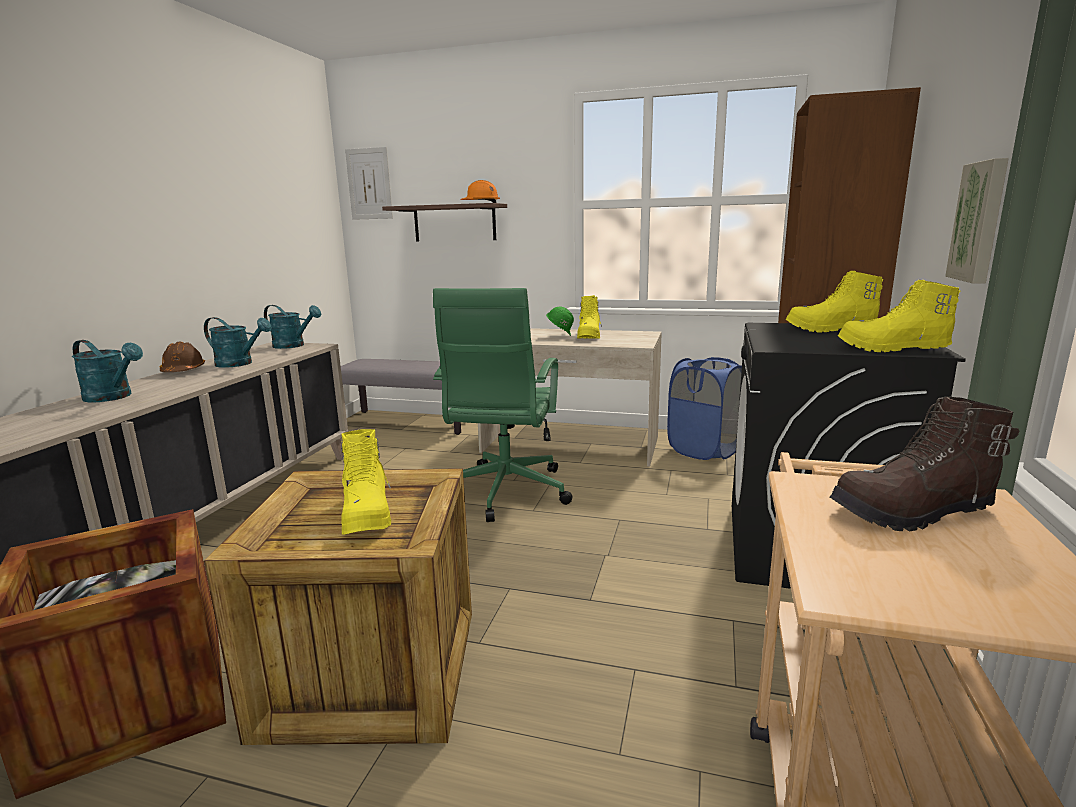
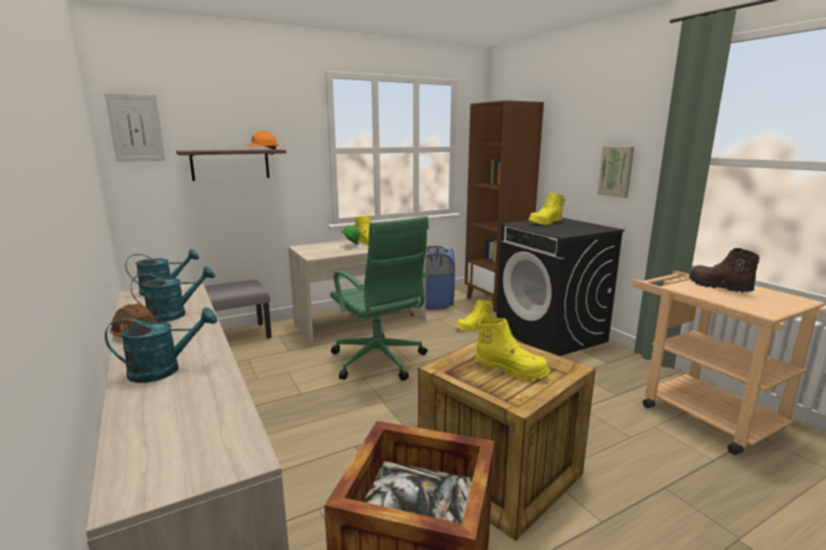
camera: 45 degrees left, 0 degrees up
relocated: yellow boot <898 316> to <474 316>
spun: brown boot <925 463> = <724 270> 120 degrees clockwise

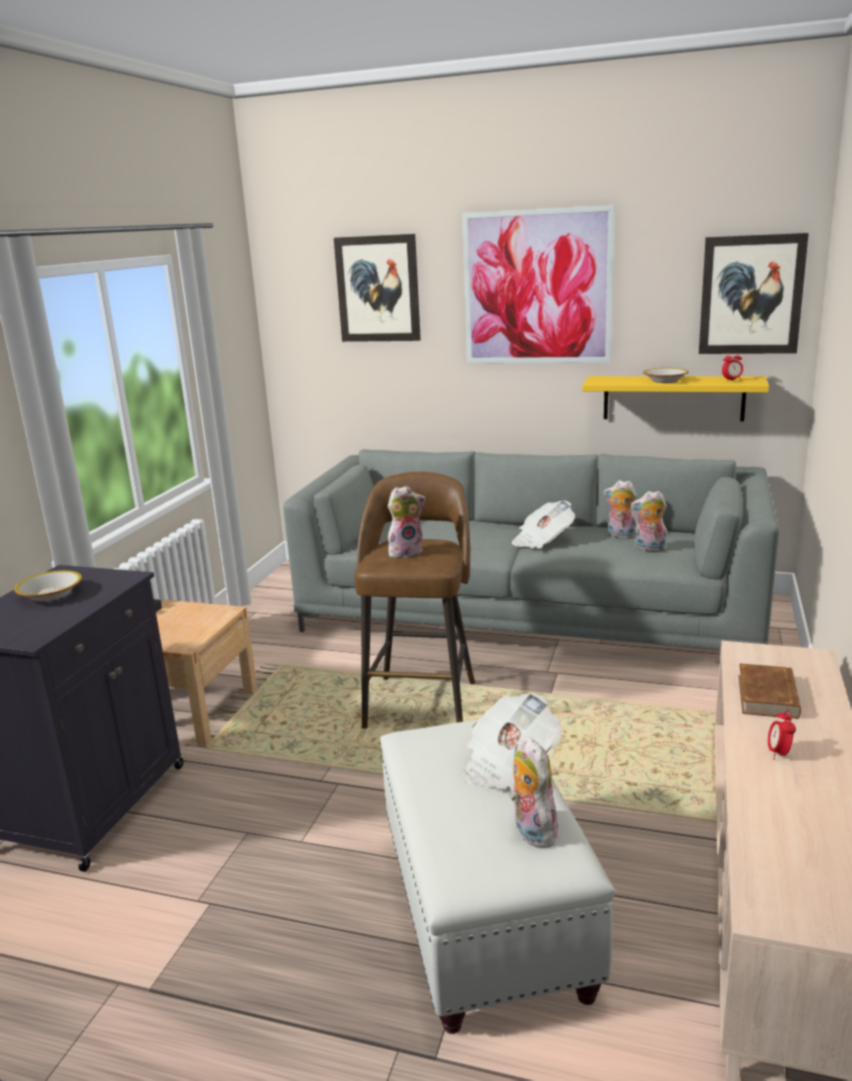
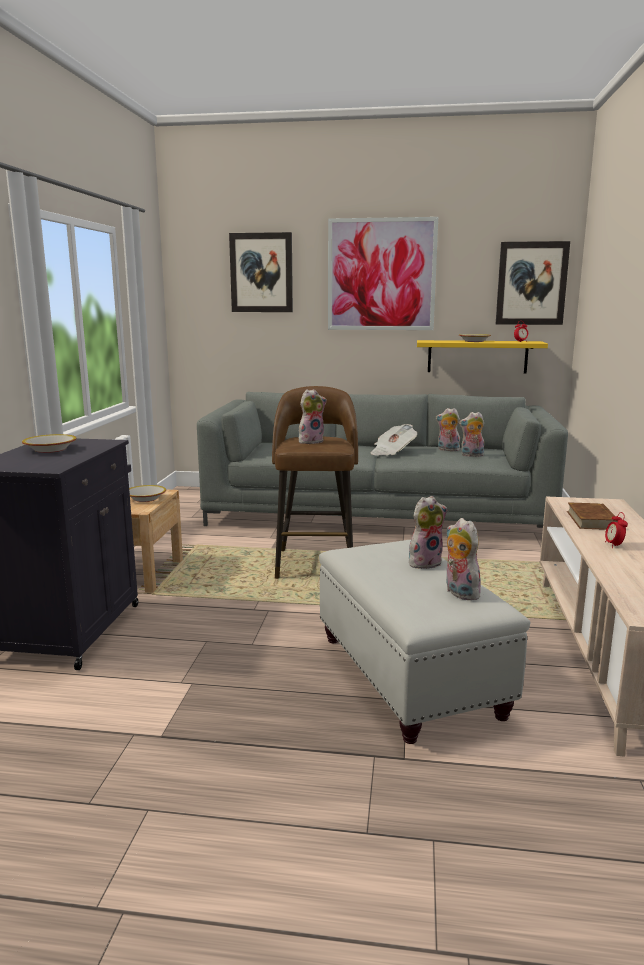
camera: 10 degrees left, 5 degrees down
appeared: bowl <147 493>
exchanged: newspaper <511 742> to plush toy <428 532>

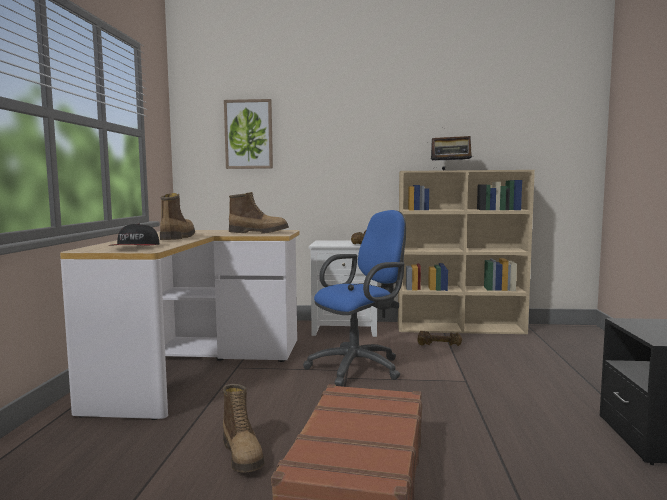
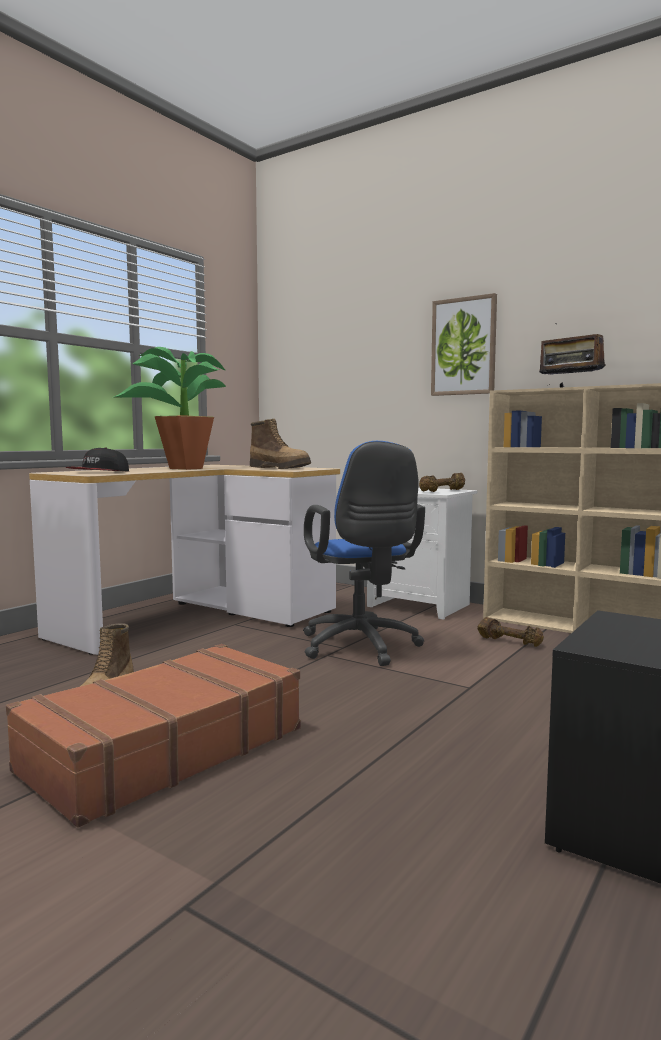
camera: 30 degrees right, 0 degrees up
relocated: picture <248 134> to <464 344>
exchanged: boot <177 216> to potted plant <170 408>
spun: blue office chair <354 298> = <364 553> 75 degrees clockwise

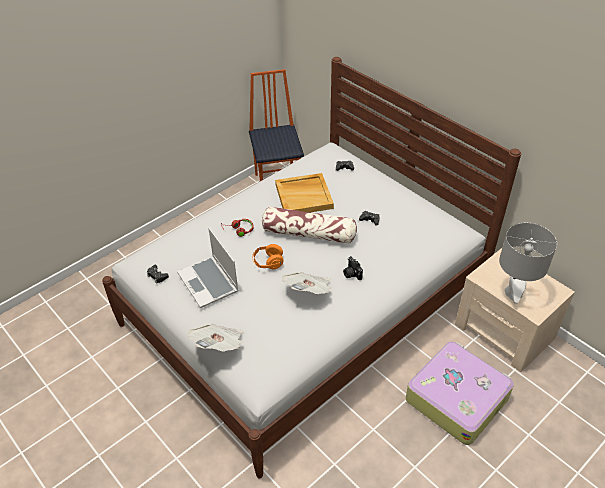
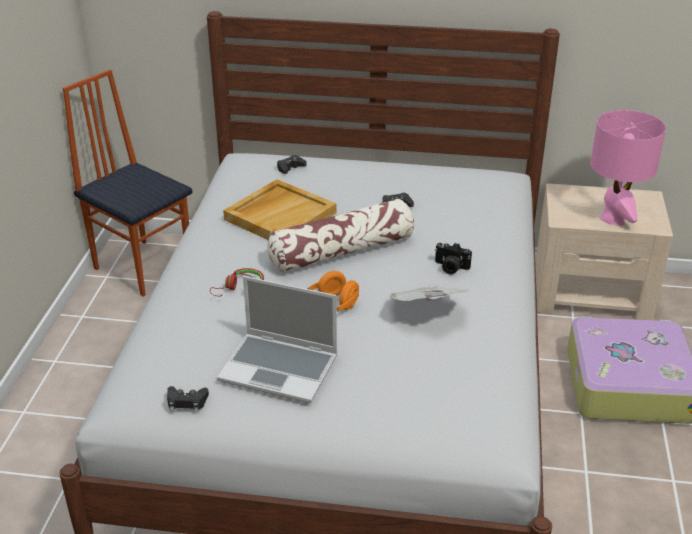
camera: 40 degrees left, 10 degrees down
missing: newspaper <215 337>
colour: grey table lamp <528 263> to pink table lamp <628 168>

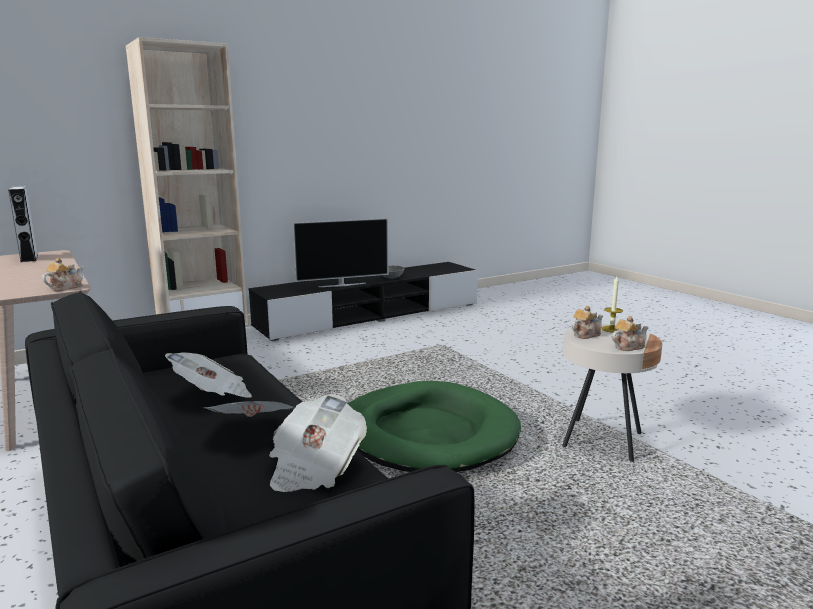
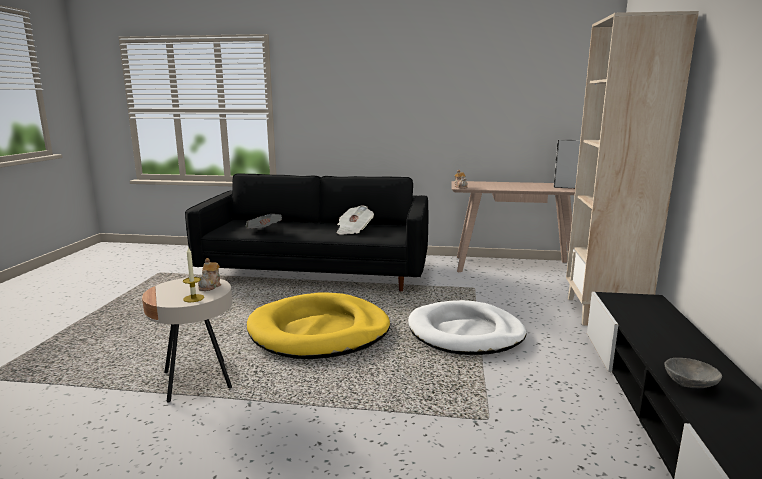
camera: 130 degrees right, 0 degrees up
missing: newspaper <250 409>; television <340 252>; teapot <630 333>
appeared: white dog bed <467 327>
colour: green dog bed <434 426> to yellow dog bed <318 326>

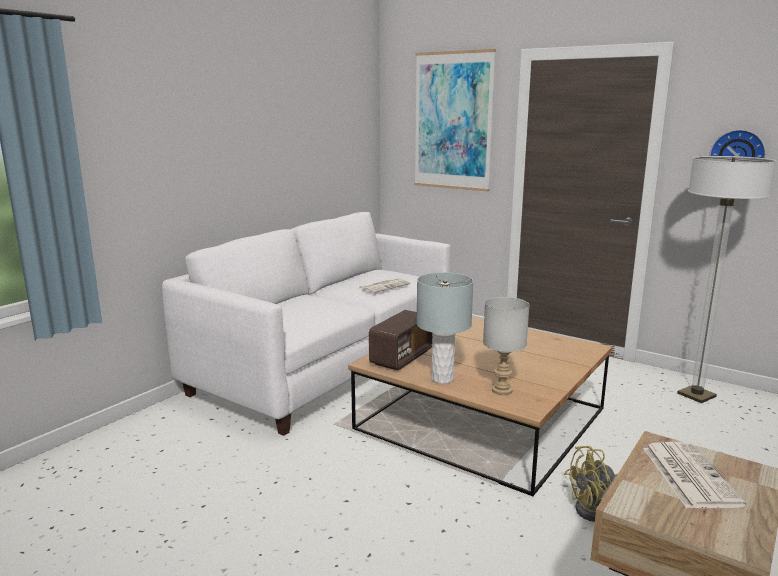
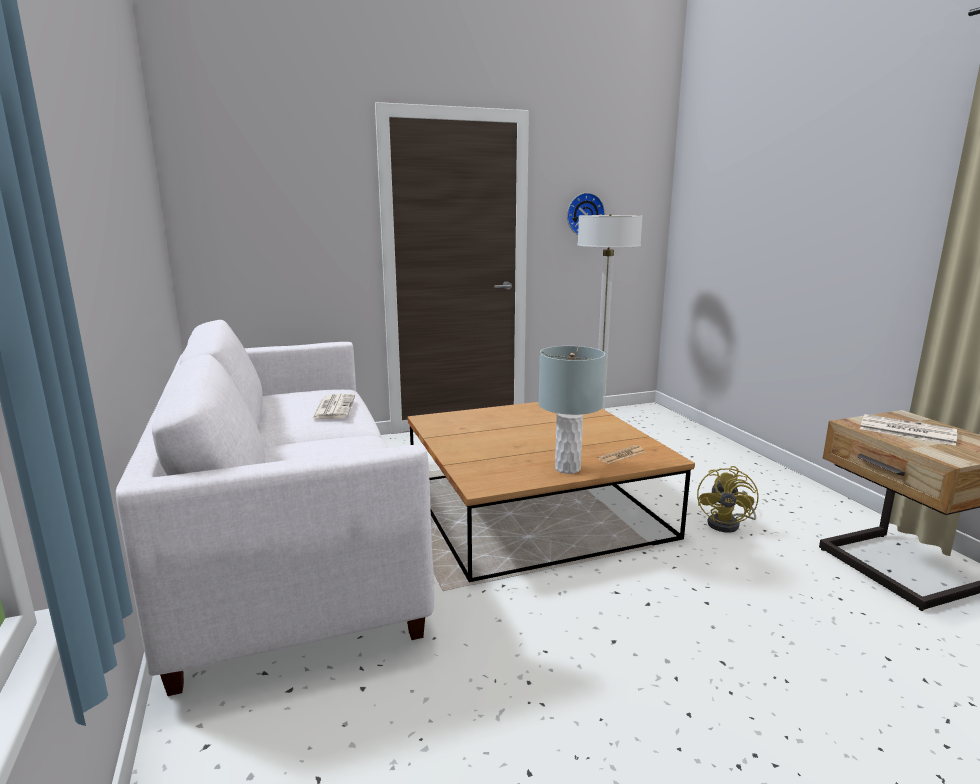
camera: 55 degrees left, 0 degrees up
missing: radio <400 340>; picture <455 120>
exchanged: grey table lamp <506 346> to newspaper <621 454>

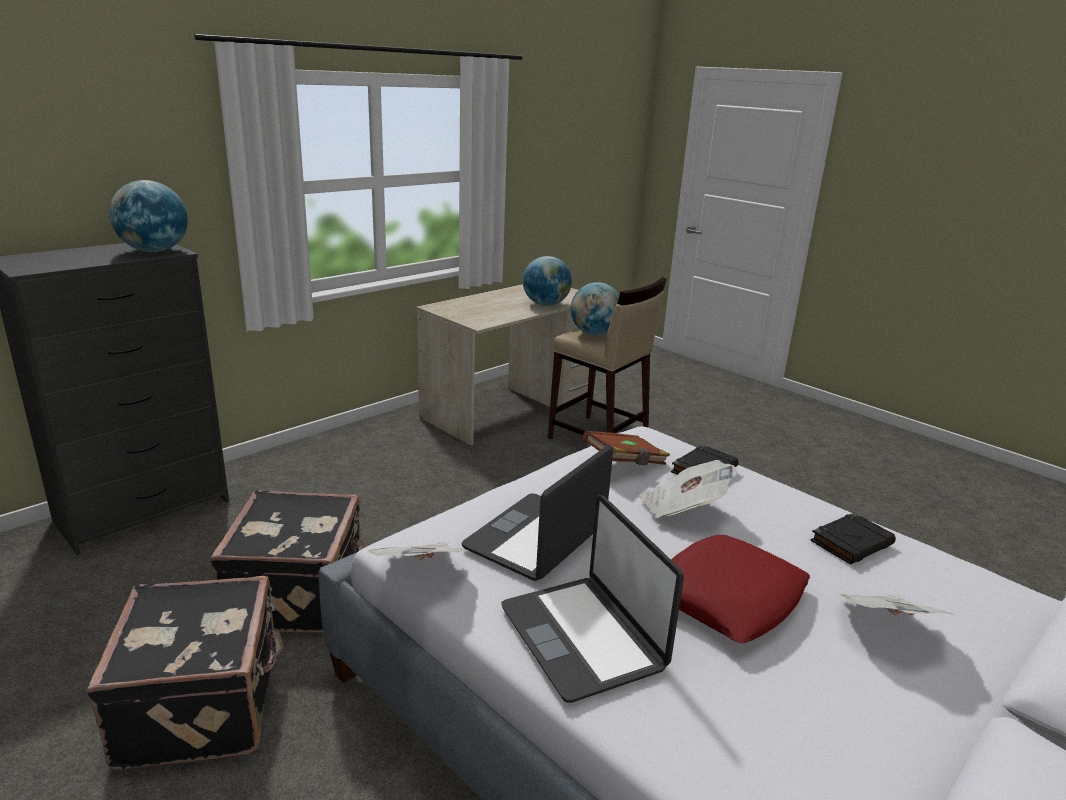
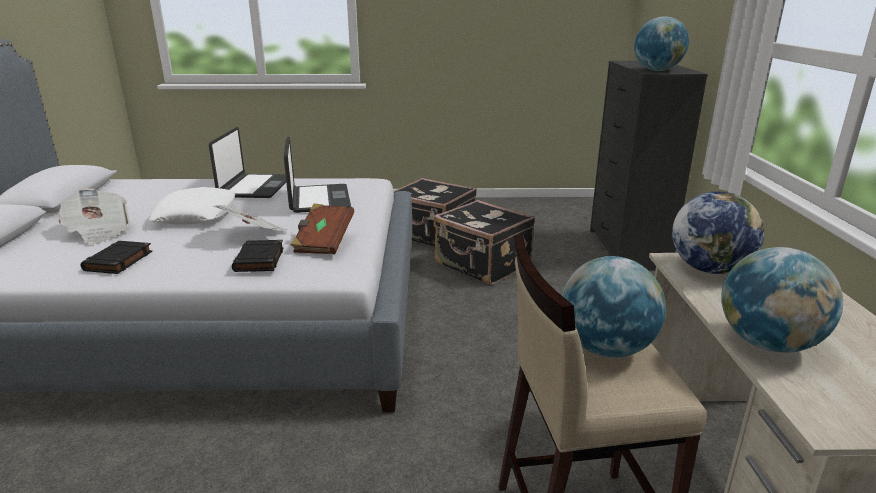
camera: 135 degrees right, 0 degrees up
missing: newspaper <417 551>
appeared: globe <718 232>
colour: red pillow <740 589> to white pillow <192 206>
spun: laptop <592 599> = <247 162> 75 degrees clockwise

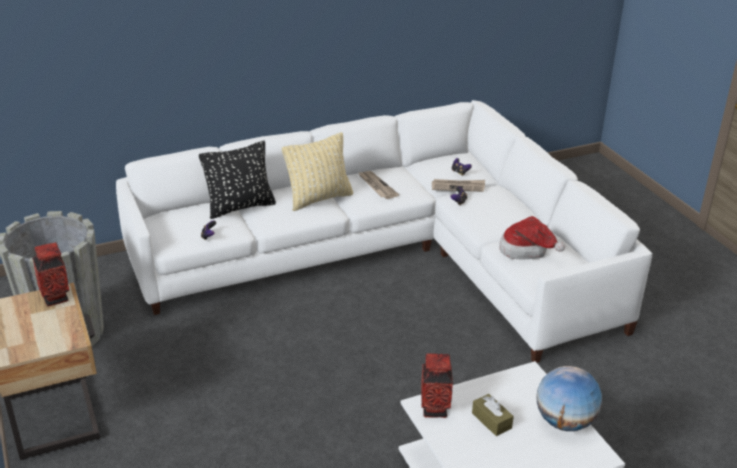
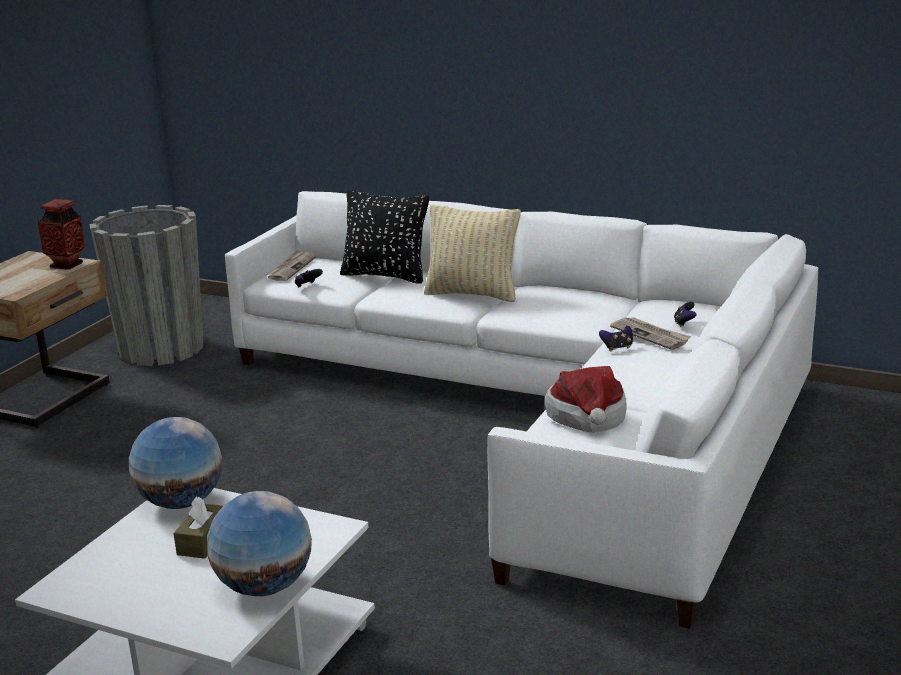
camera: 50 degrees right, 10 degrees down
relocated: newspaper <378 185> to <291 265>
exchanged: vase <437 385> to globe <175 463>

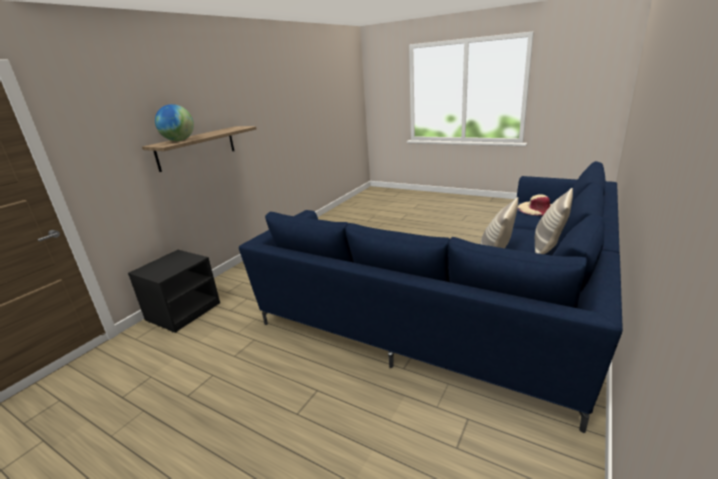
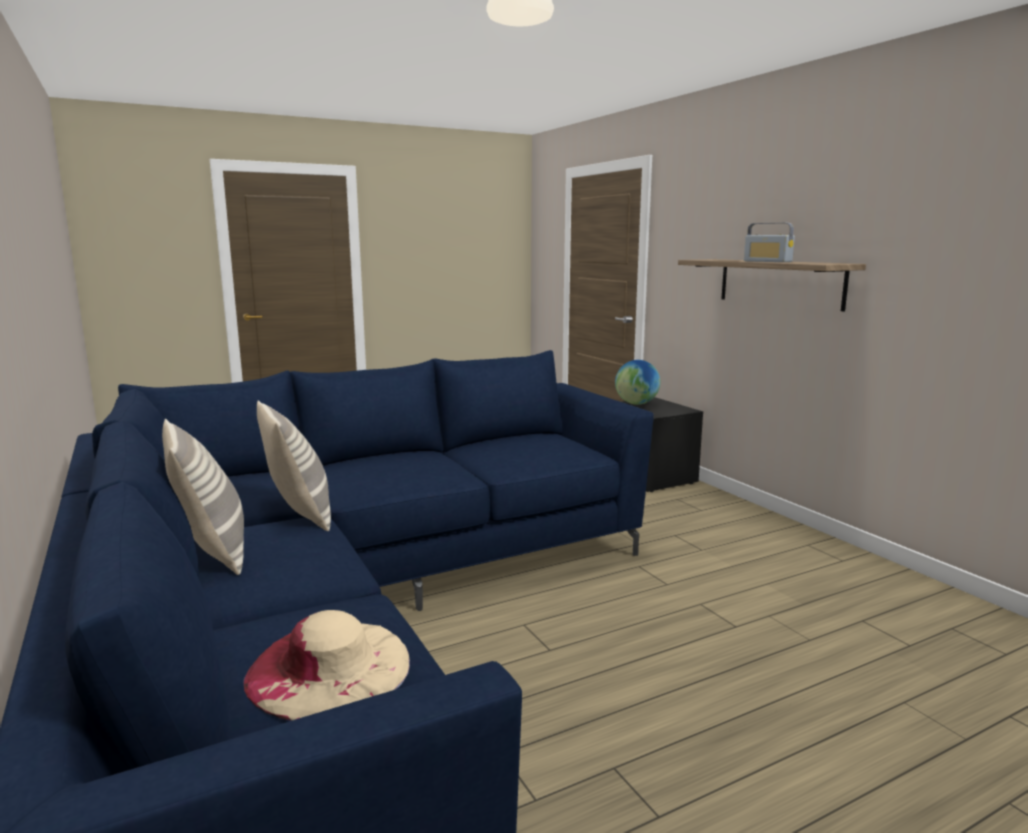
camera: 120 degrees right, 10 degrees down
appeared: radio <769 242>
relocated: globe <174 122> to <637 382>

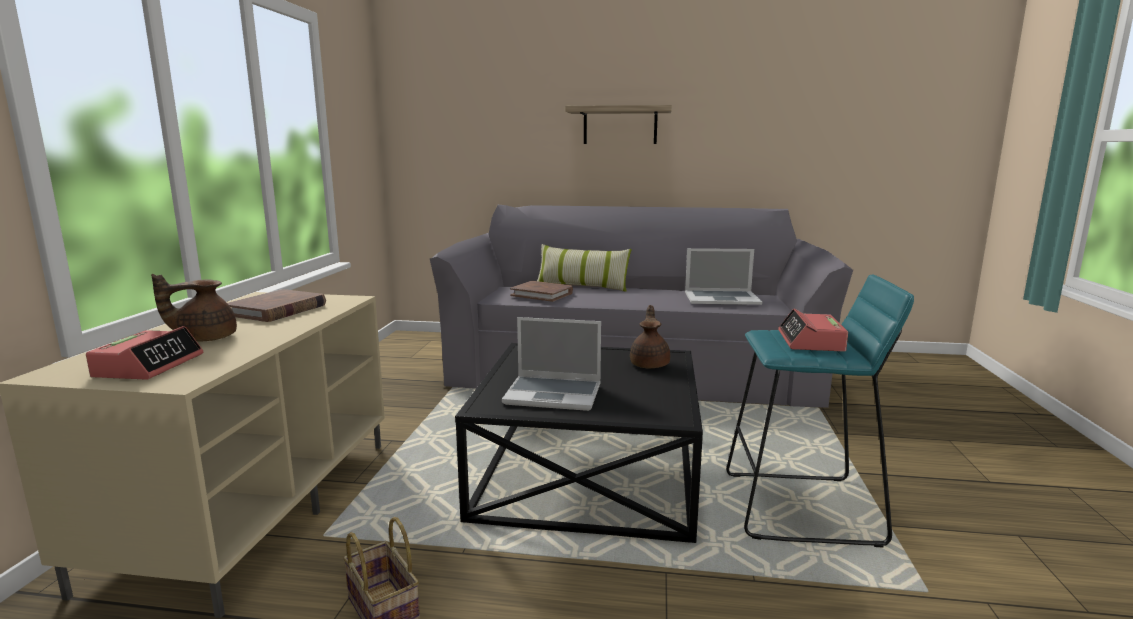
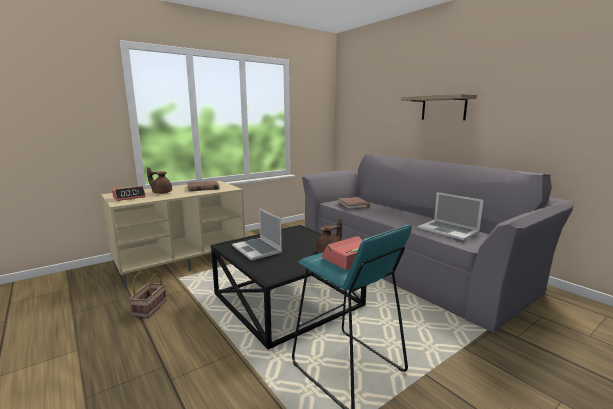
camera: 45 degrees right, 0 degrees up
missing: pillow <584 267>

